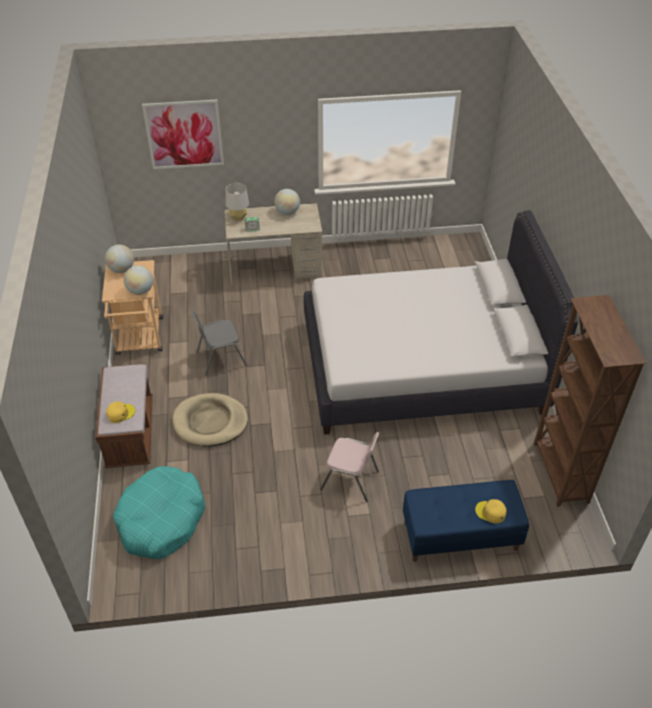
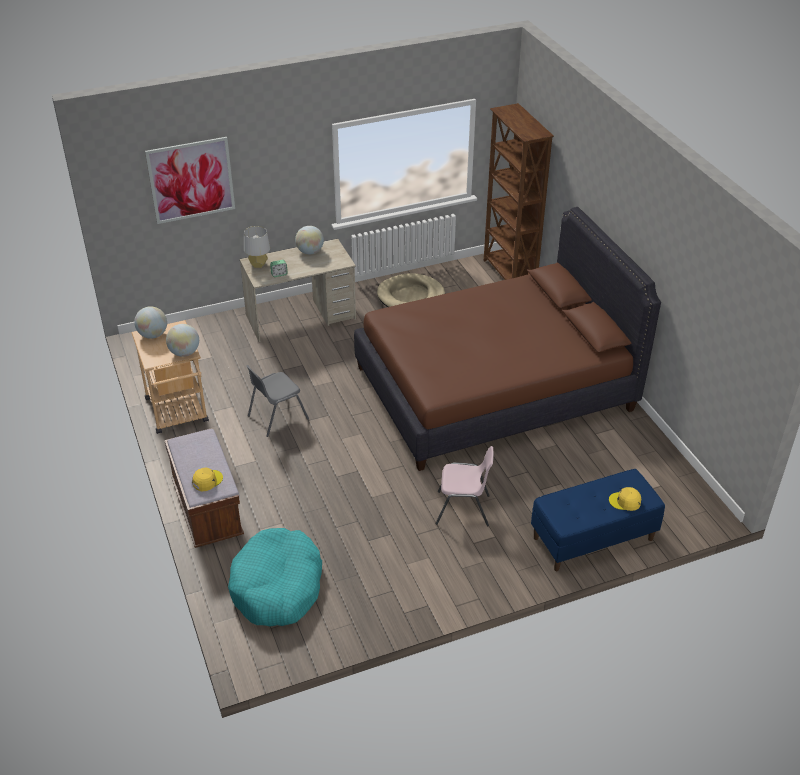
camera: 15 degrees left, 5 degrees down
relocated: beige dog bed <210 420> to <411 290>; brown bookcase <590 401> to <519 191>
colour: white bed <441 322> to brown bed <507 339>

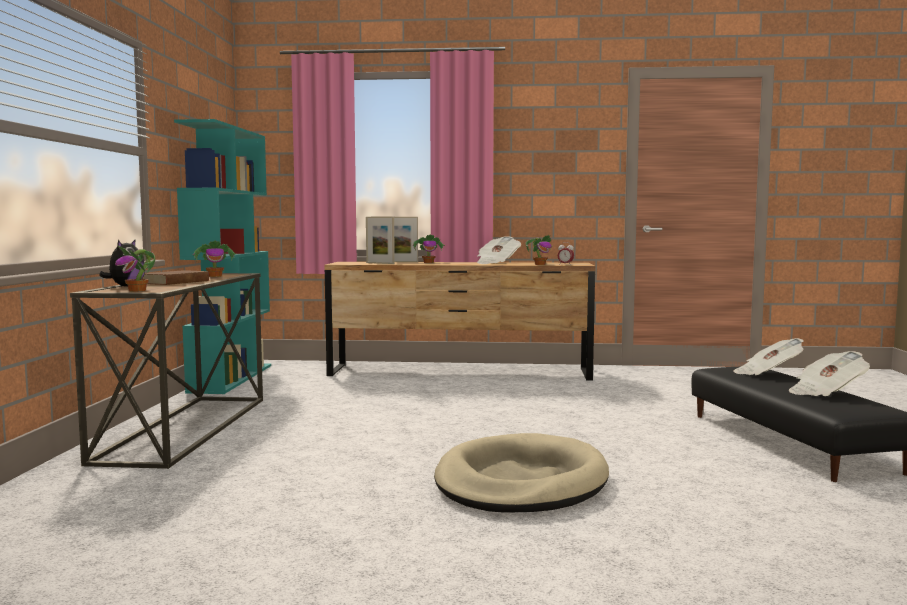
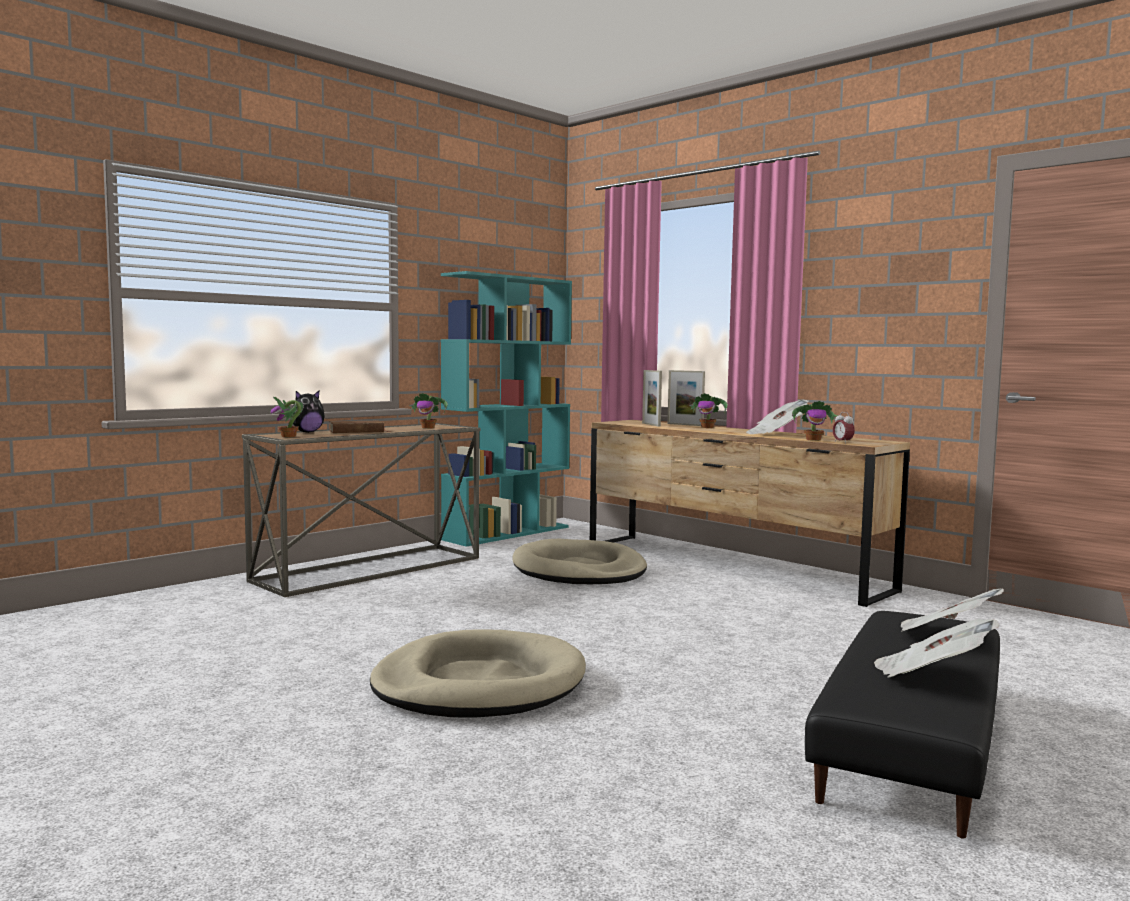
camera: 40 degrees right, 0 degrees up
appeared: beige dog bed <580 561>

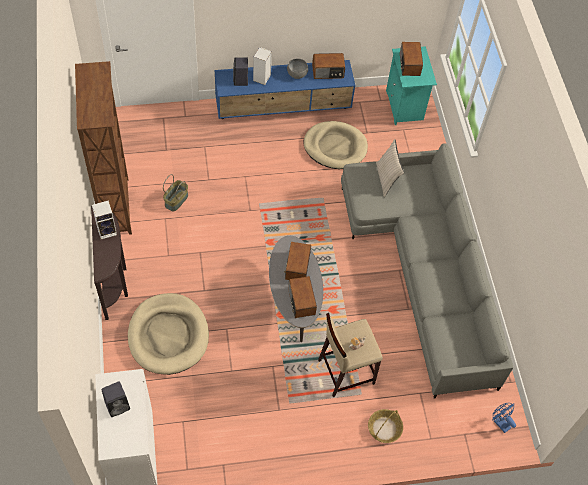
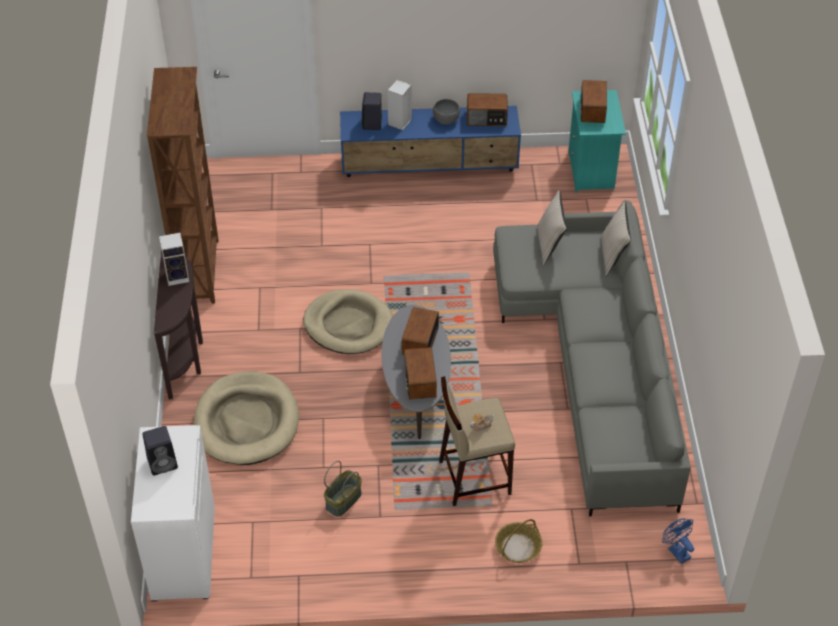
camera: 10 degrees right, 10 degrees down
appeared: beige pillow <616 238>
relocated: beige dog bed <336 145> to <348 321>; basket <175 193> to <343 489>

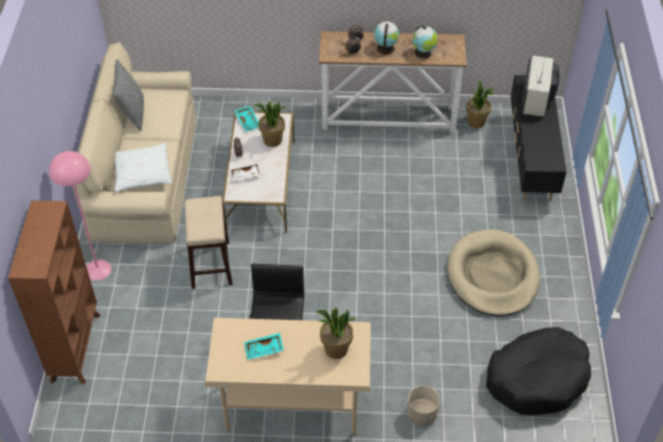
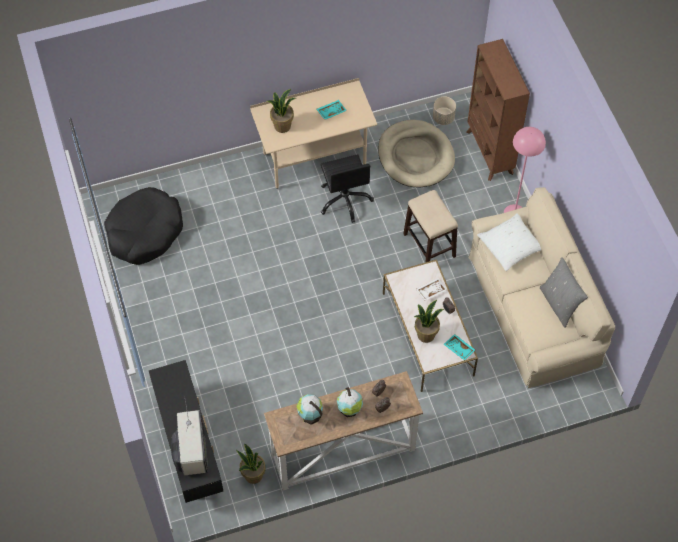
camera: 160 degrees right, 10 degrees up
relocated: beige dog bed <493 272> to <416 153>; beige planter <423 406> to <444 111>

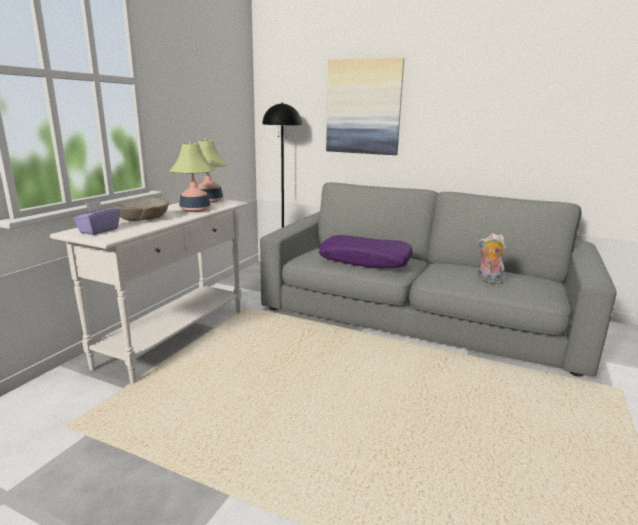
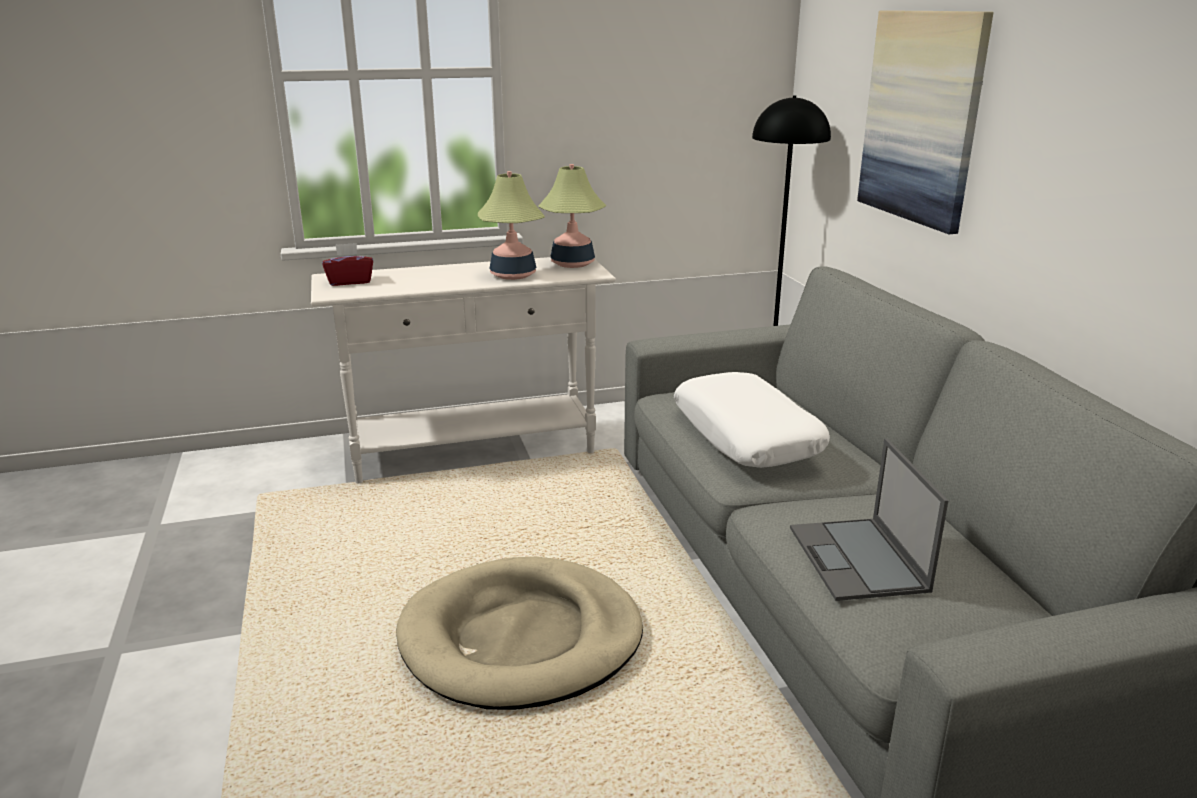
camera: 50 degrees right, 5 degrees up
missing: beige bowl <140 209>
appeared: beige dog bed <519 633>
exchanged: plush toy <492 258> to laptop <869 519>
colour: purple tissue box <96 217> to red tissue box <347 264>; purple pillow <366 251> to white pillow <752 420>

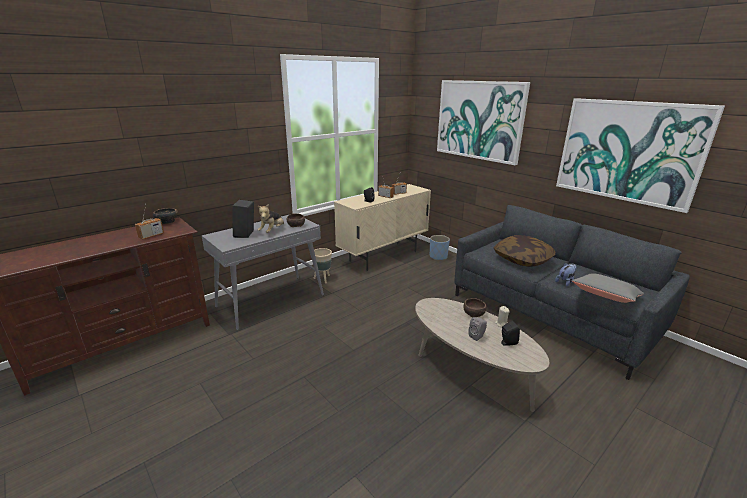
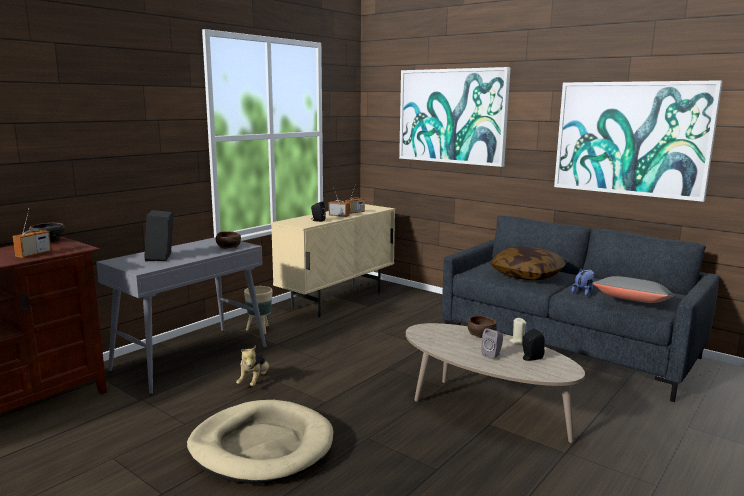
camera: 10 degrees left, 10 degrees down
missing: blue planter <440 247>
appeared: beige dog bed <260 442>
relocated: plush toy <271 218> to <252 366>

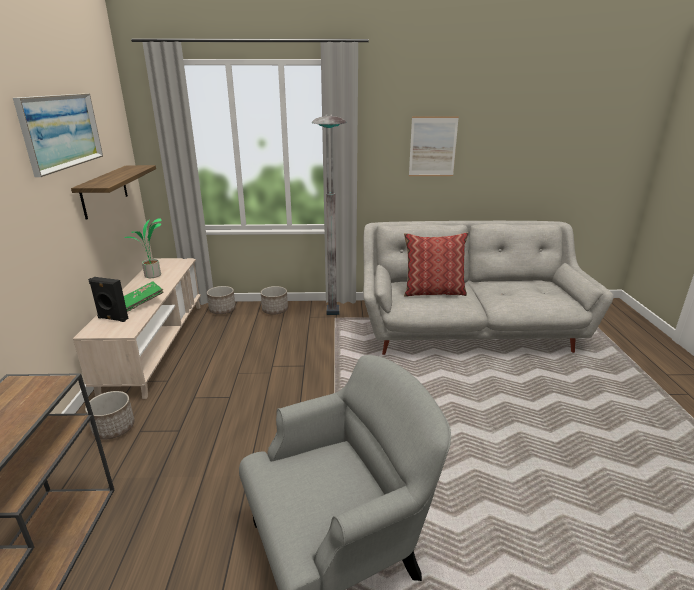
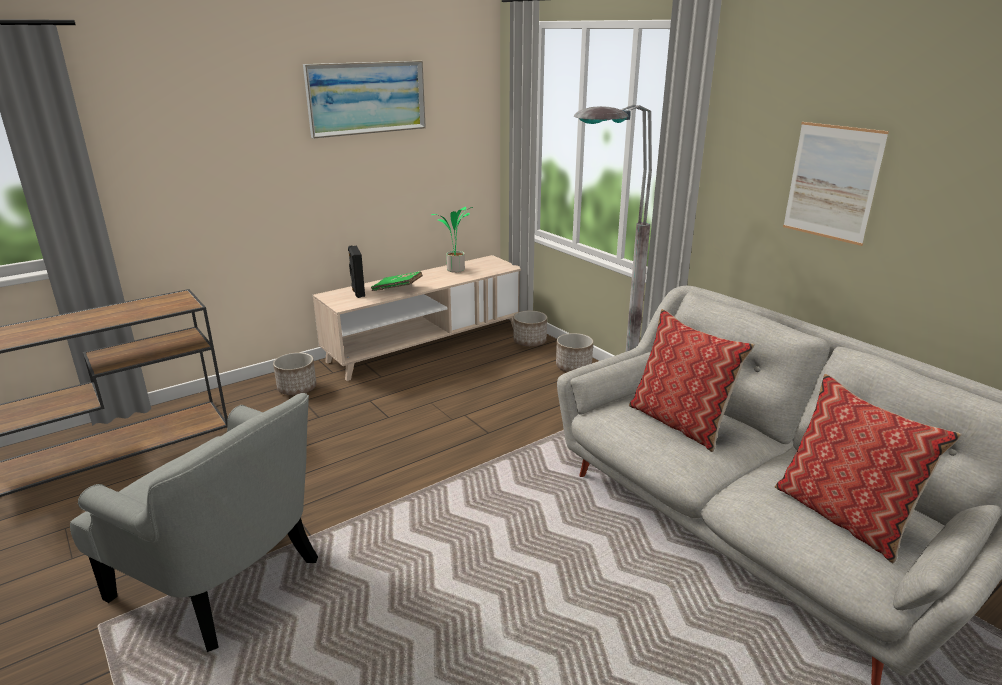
camera: 55 degrees right, 0 degrees up
missing: shelf <113 192>
appeared: pillow <868 468>

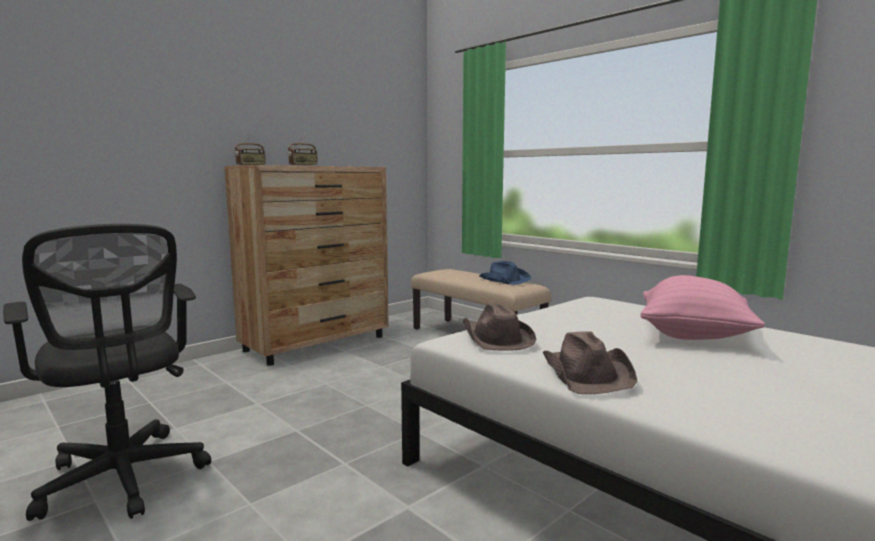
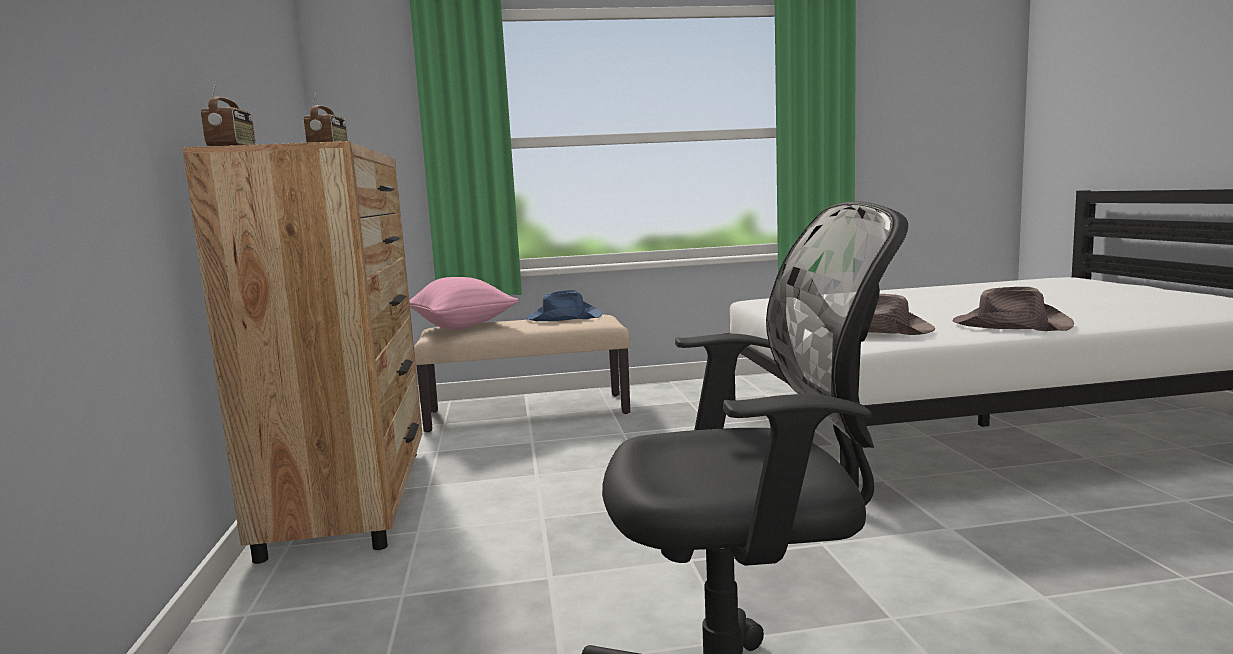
camera: 55 degrees left, 0 degrees up
relocated: pink pillow <702 307> to <463 303>

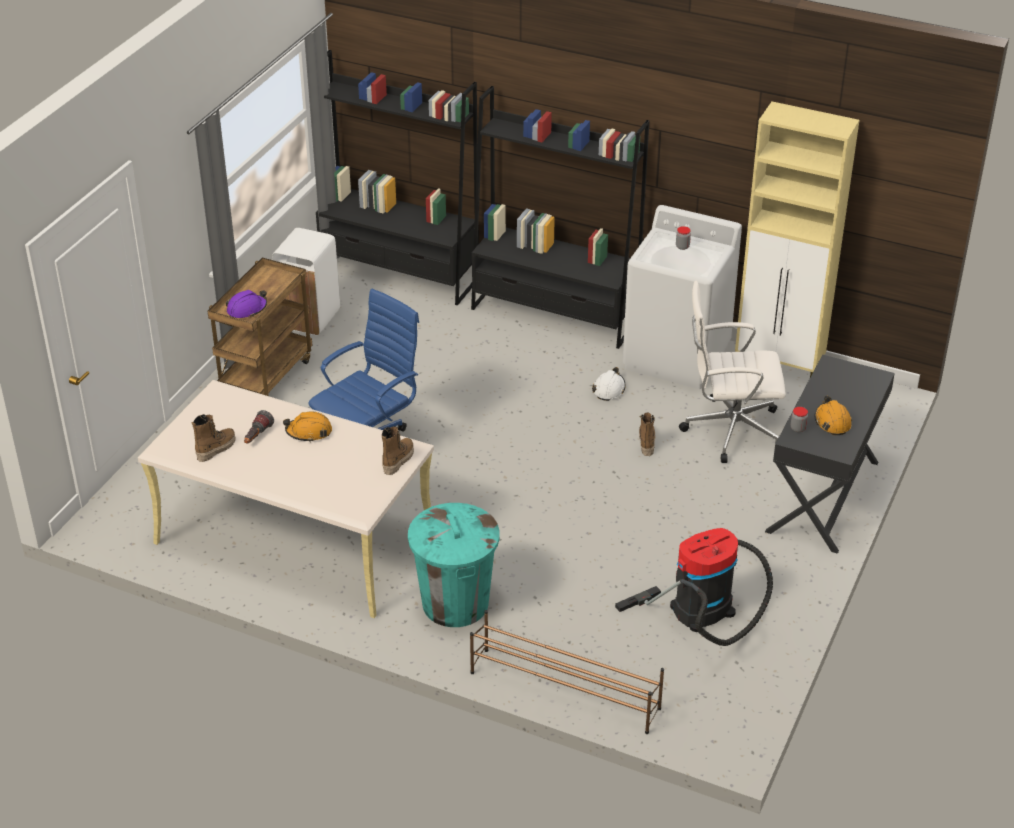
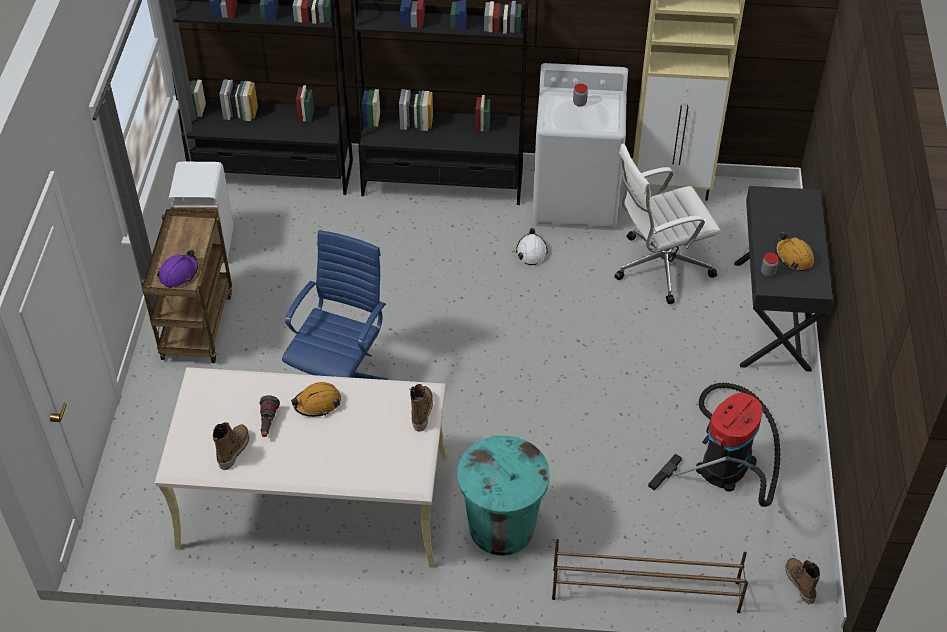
camera: 20 degrees left, 10 degrees up
relocated: boot <647 434> to <802 581>

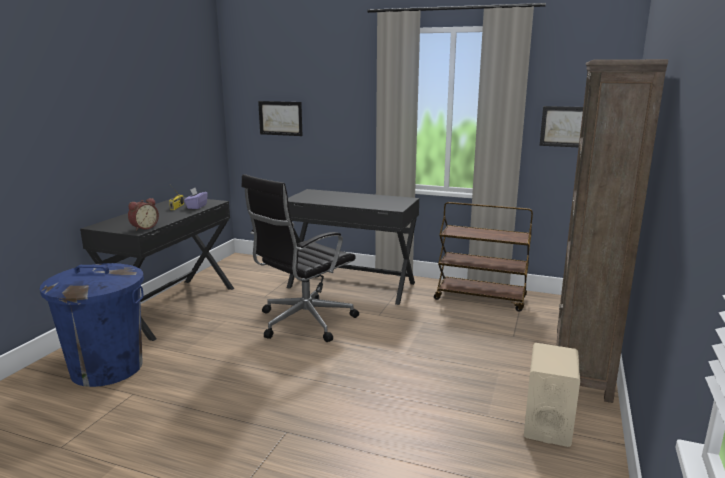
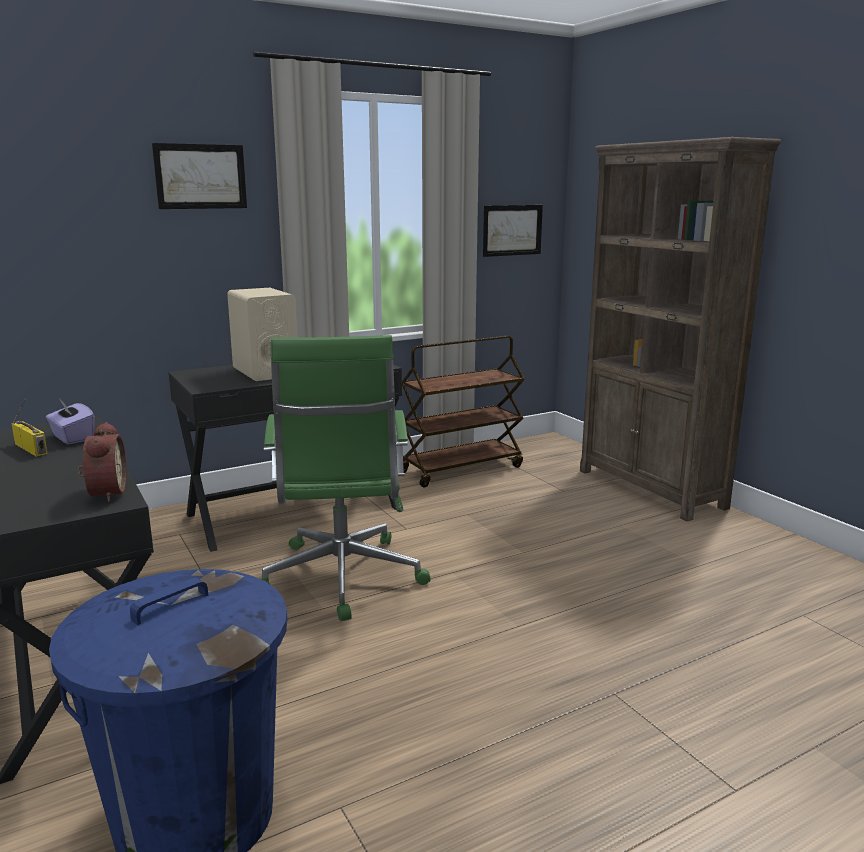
camera: 50 degrees left, 0 degrees up
relocated: picture <280 118> to <199 176>; beige speaker <552 395> to <262 334>
colour: black office chair <300 258> to green office chair <345 478>

